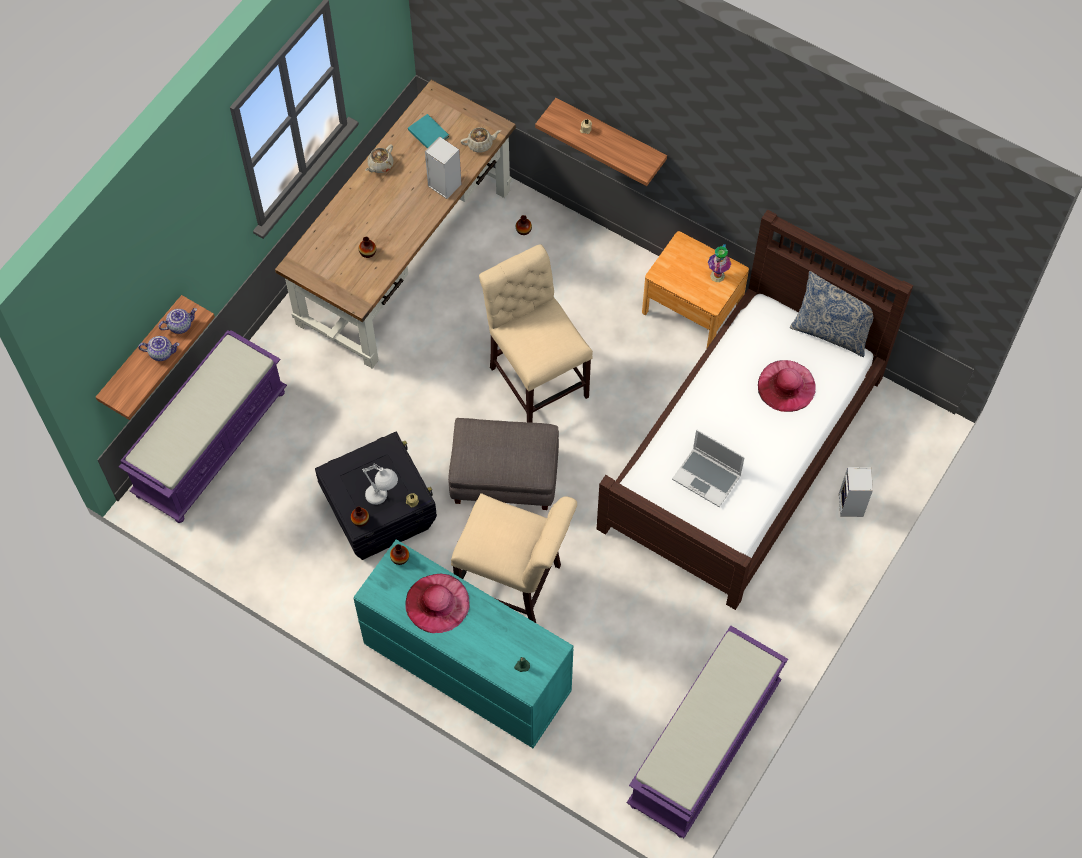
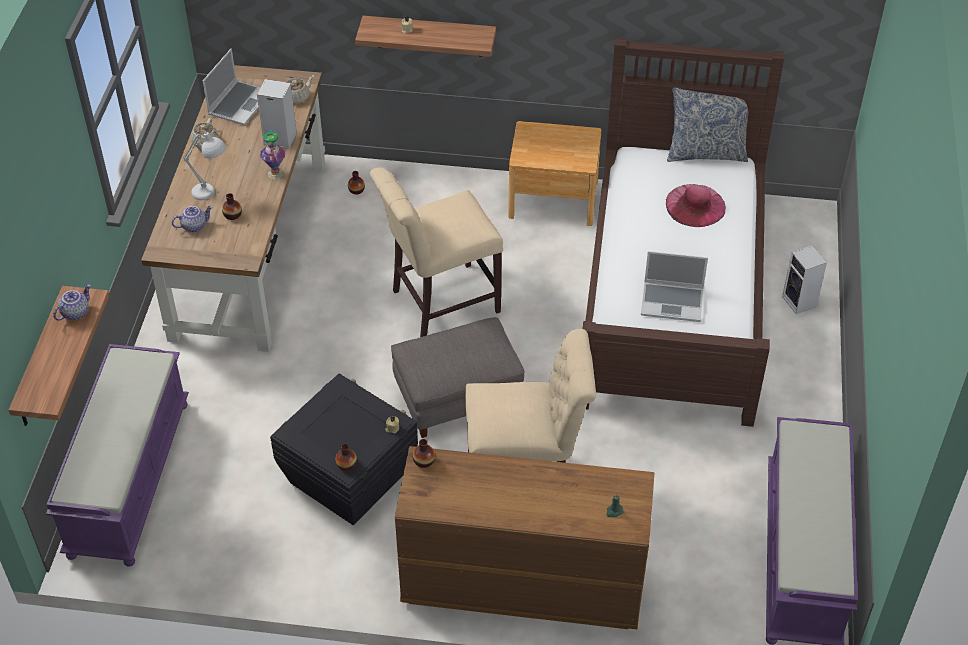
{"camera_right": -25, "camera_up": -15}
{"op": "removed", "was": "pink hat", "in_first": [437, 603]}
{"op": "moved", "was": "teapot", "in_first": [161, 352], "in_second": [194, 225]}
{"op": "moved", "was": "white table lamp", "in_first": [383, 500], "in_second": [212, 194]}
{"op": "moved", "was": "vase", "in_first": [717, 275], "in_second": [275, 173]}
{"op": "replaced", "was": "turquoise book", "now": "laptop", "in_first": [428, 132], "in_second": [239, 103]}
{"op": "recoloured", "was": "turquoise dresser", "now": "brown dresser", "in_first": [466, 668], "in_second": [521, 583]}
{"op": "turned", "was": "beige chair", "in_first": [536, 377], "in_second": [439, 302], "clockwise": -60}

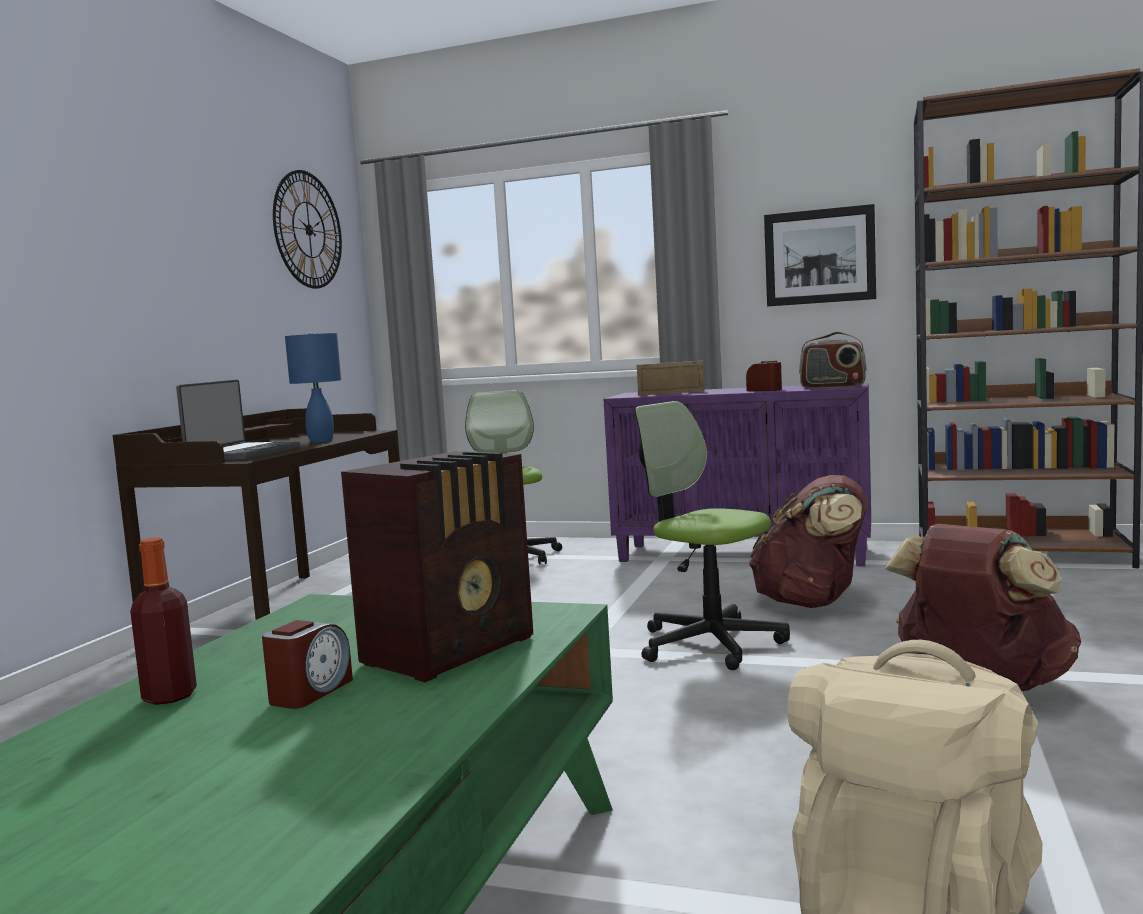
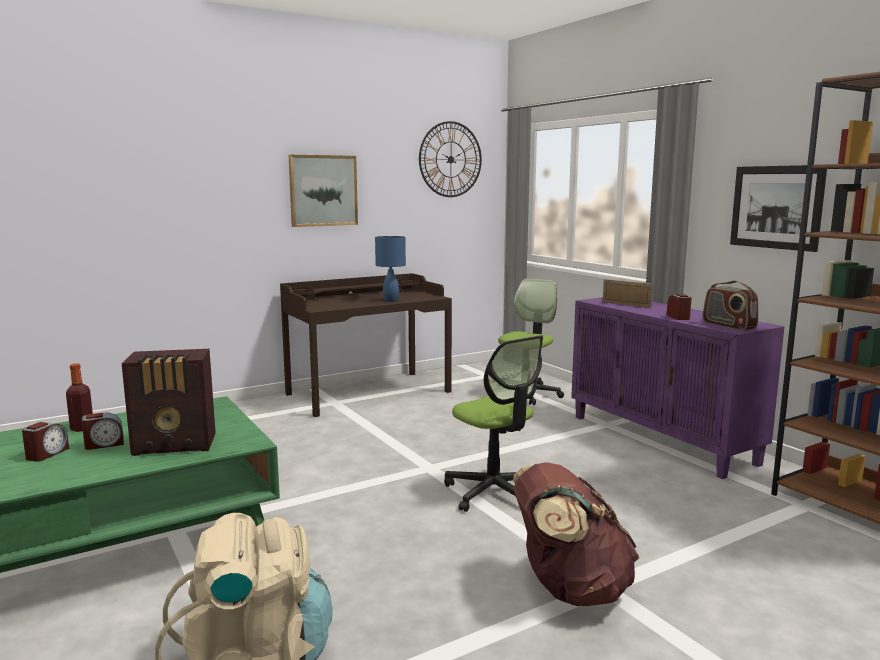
{"camera_right": 40, "camera_up": 5}
{"op": "removed", "was": "laptop", "in_first": [242, 454]}
{"op": "removed", "was": "brown backpack", "in_first": [812, 602]}
{"op": "added", "now": "alarm clock", "in_second": [47, 454]}
{"op": "added", "now": "picture", "in_second": [323, 190]}
{"op": "turned", "was": "office chair", "in_first": [710, 643], "in_second": [495, 492], "clockwise": 150}

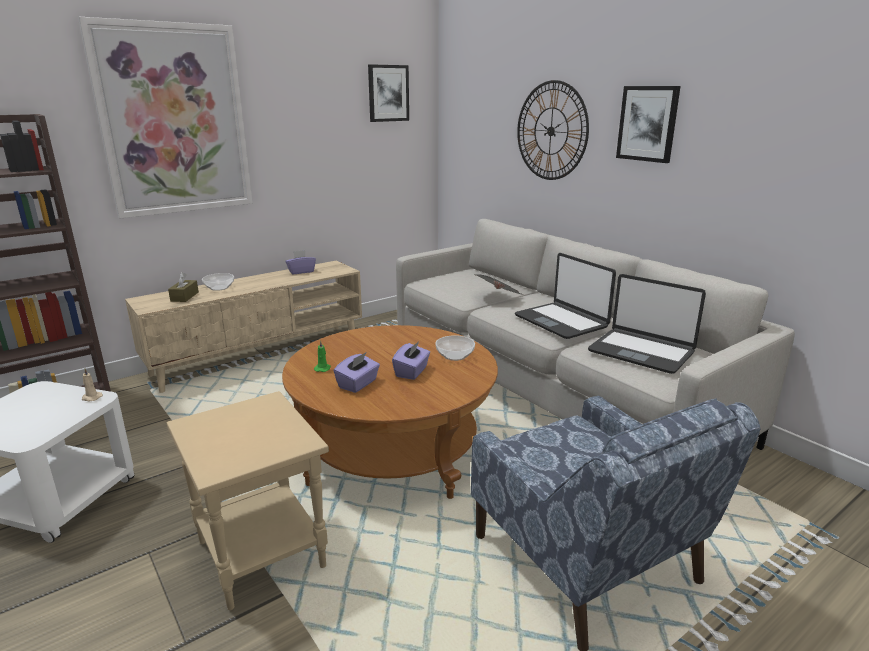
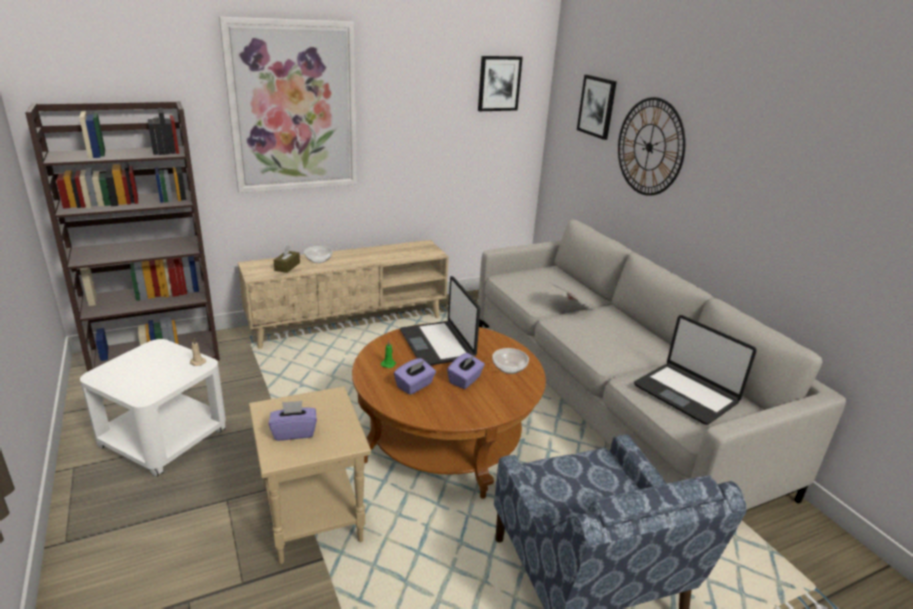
{"camera_right": 10, "camera_up": 5}
{"op": "moved", "was": "purple tissue box", "in_first": [301, 271], "in_second": [294, 432]}
{"op": "moved", "was": "laptop", "in_first": [561, 321], "in_second": [438, 344]}
{"op": "moved", "was": "picture", "in_first": [647, 123], "in_second": [597, 106]}

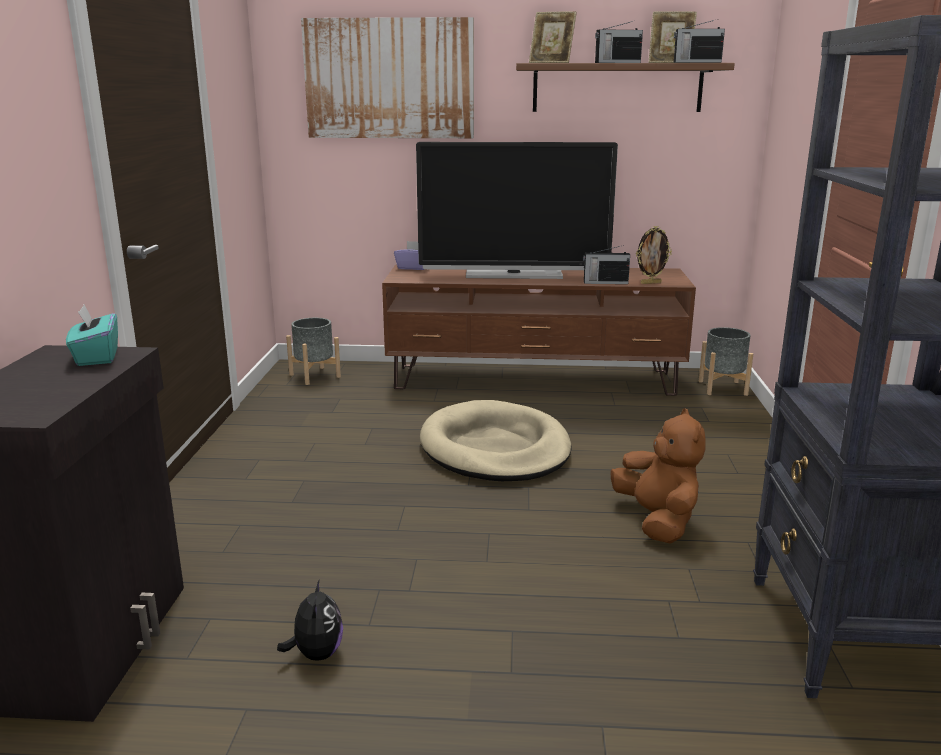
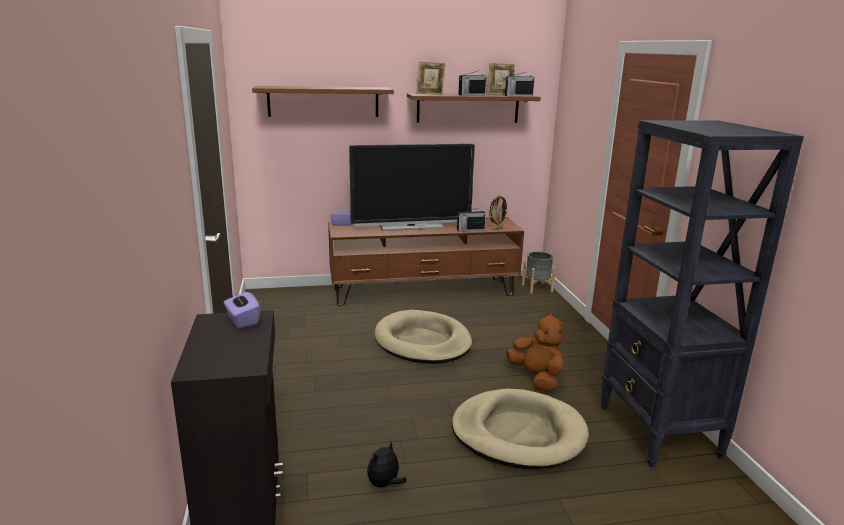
{"camera_right": -15, "camera_up": 0}
{"op": "removed", "was": "grey planter", "in_first": [314, 376]}
{"op": "added", "now": "beige dog bed", "in_second": [518, 433]}
{"op": "replaced", "was": "picture", "now": "brown shelf", "in_first": [389, 79], "in_second": [323, 101]}
{"op": "recoloured", "was": "turquoise tissue box", "now": "purple tissue box", "in_first": [96, 357], "in_second": [242, 321]}
{"op": "turned", "was": "plush toy", "in_first": [316, 654], "in_second": [384, 484], "clockwise": -120}

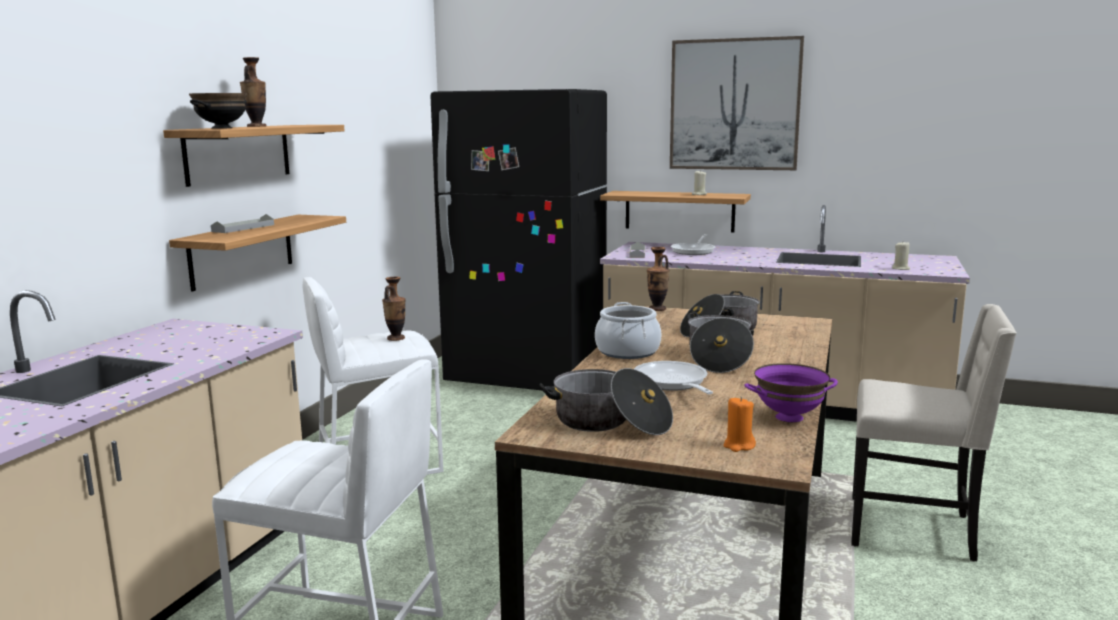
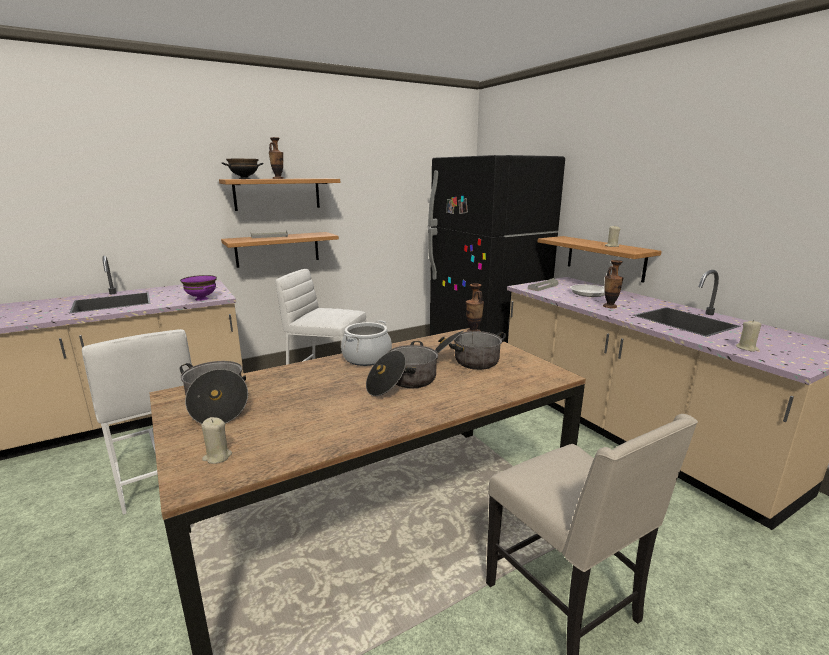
{"camera_right": 40, "camera_up": 5}
{"op": "removed", "was": "frying pan", "in_first": [672, 383]}
{"op": "removed", "was": "picture", "in_first": [734, 105]}
{"op": "moved", "was": "vase", "in_first": [396, 338], "in_second": [610, 306]}
{"op": "moved", "was": "purple bowl", "in_first": [789, 417], "in_second": [201, 299]}
{"op": "recoloured", "was": "orange candle", "now": "beige candle", "in_first": [738, 446], "in_second": [217, 457]}

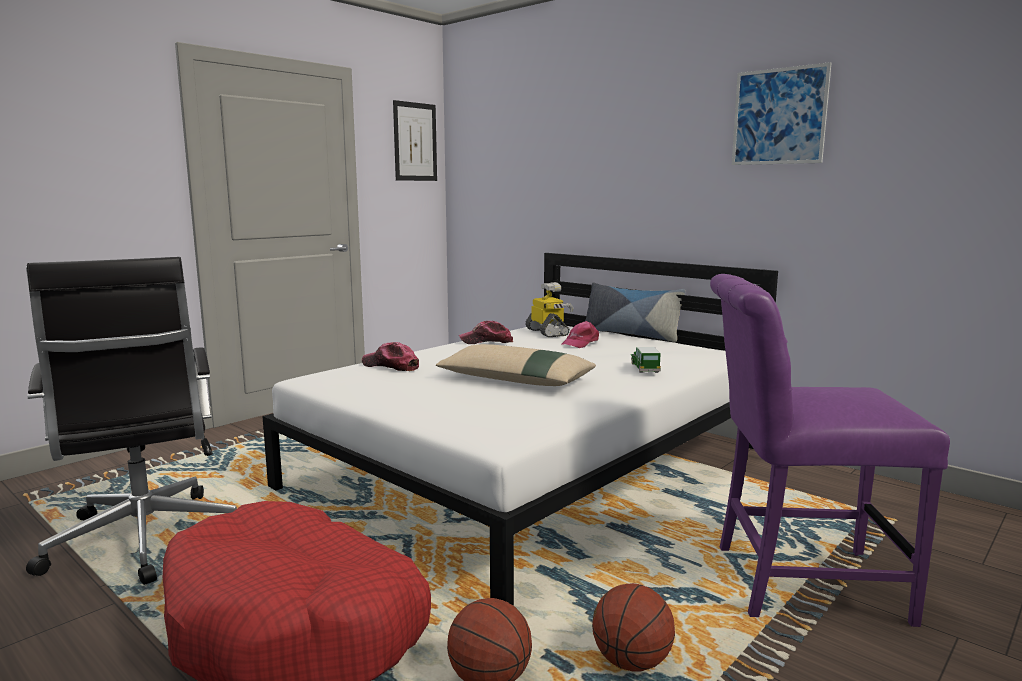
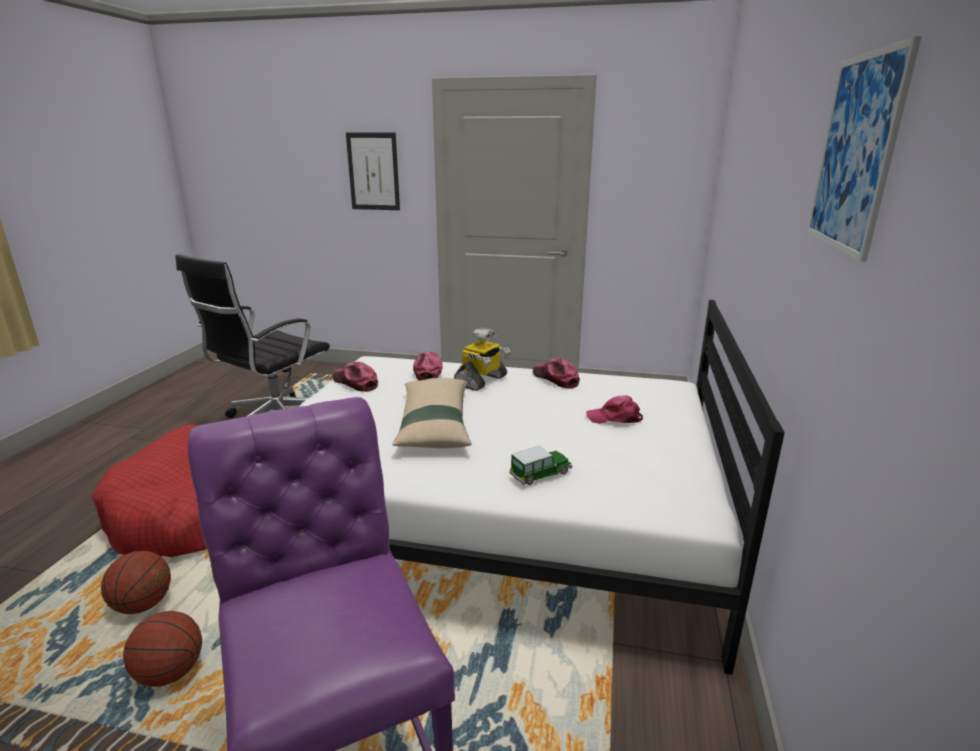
{"camera_right": 60, "camera_up": 10}
{"op": "removed", "was": "pillow", "in_first": [631, 334]}
{"op": "added", "now": "cap", "in_second": [355, 383]}
{"op": "moved", "was": "picture", "in_first": [415, 142], "in_second": [373, 171]}
{"op": "moved", "was": "toy robot", "in_first": [548, 332], "in_second": [481, 381]}

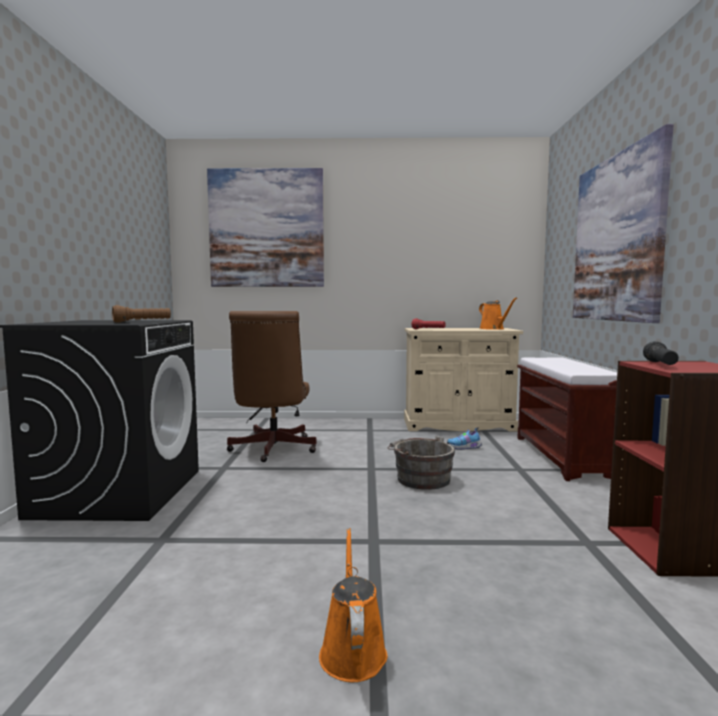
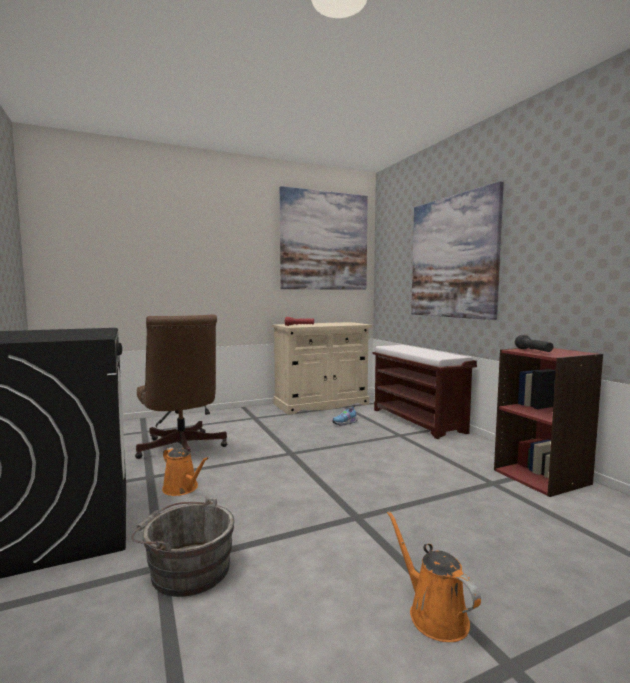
{"camera_right": -25, "camera_up": 0}
{"op": "removed", "was": "brown flashlight", "in_first": [142, 322]}
{"op": "moved", "was": "picture", "in_first": [266, 228], "in_second": [324, 241]}
{"op": "moved", "was": "grey bucket", "in_first": [420, 479], "in_second": [186, 569]}
{"op": "moved", "was": "orange watering can", "in_first": [493, 329], "in_second": [182, 488]}

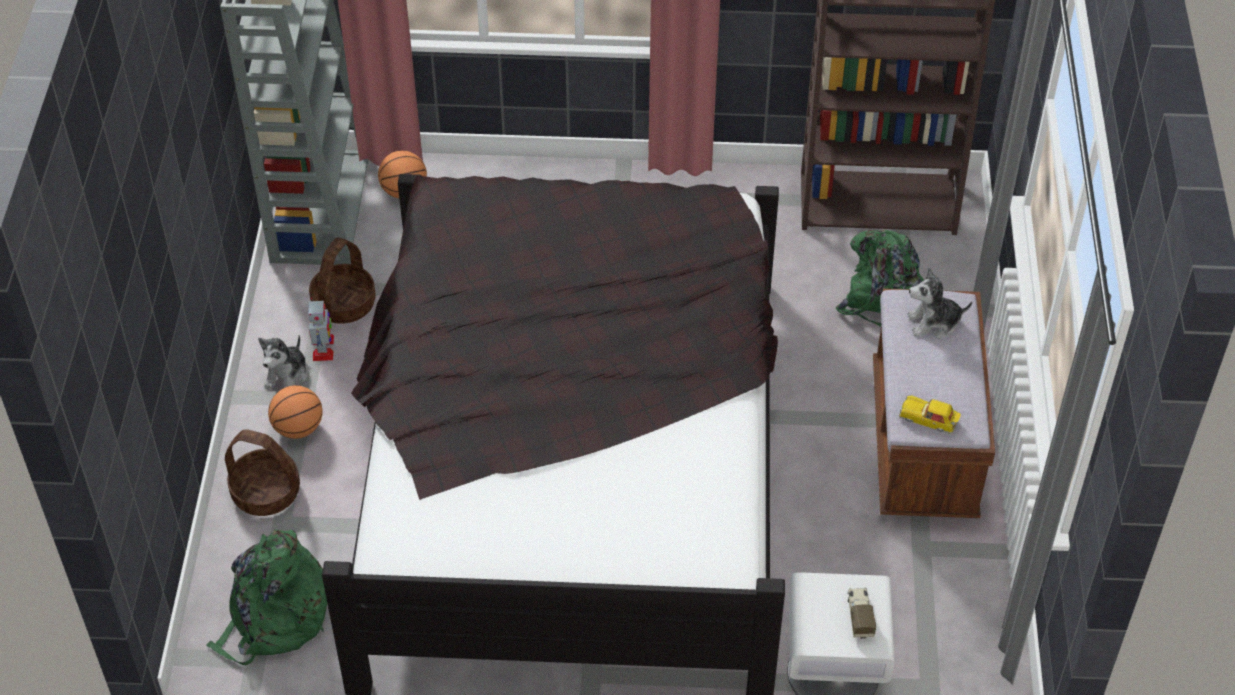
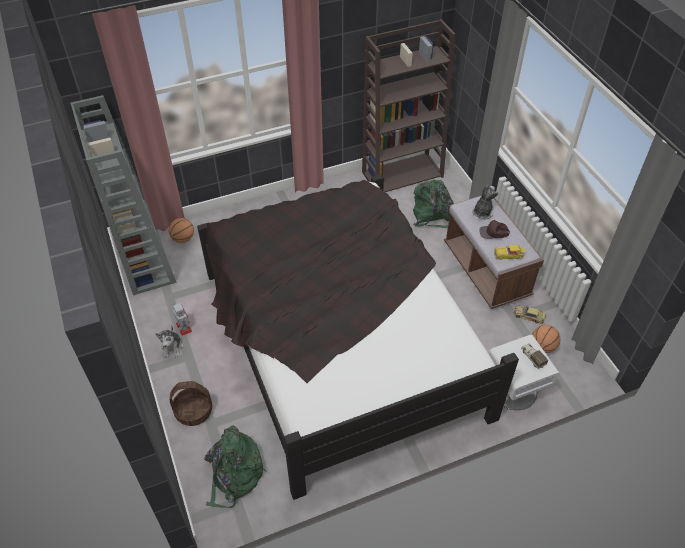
{"camera_right": -25, "camera_up": 0}
{"op": "removed", "was": "basket", "in_first": [344, 303]}
{"op": "added", "now": "brown cap", "in_second": [494, 233]}
{"op": "added", "now": "toy car", "in_second": [528, 315]}
{"op": "moved", "was": "basketball", "in_first": [298, 428], "in_second": [542, 347]}
{"op": "turned", "was": "plush toy", "in_first": [934, 323], "in_second": [482, 212], "clockwise": 150}

